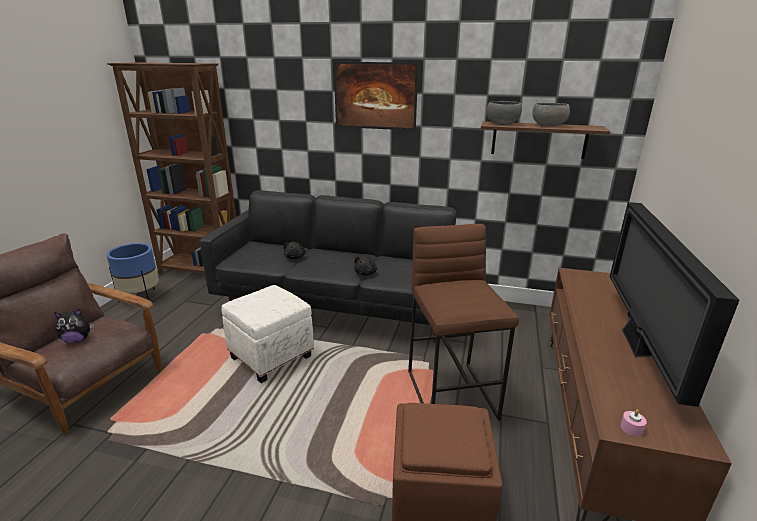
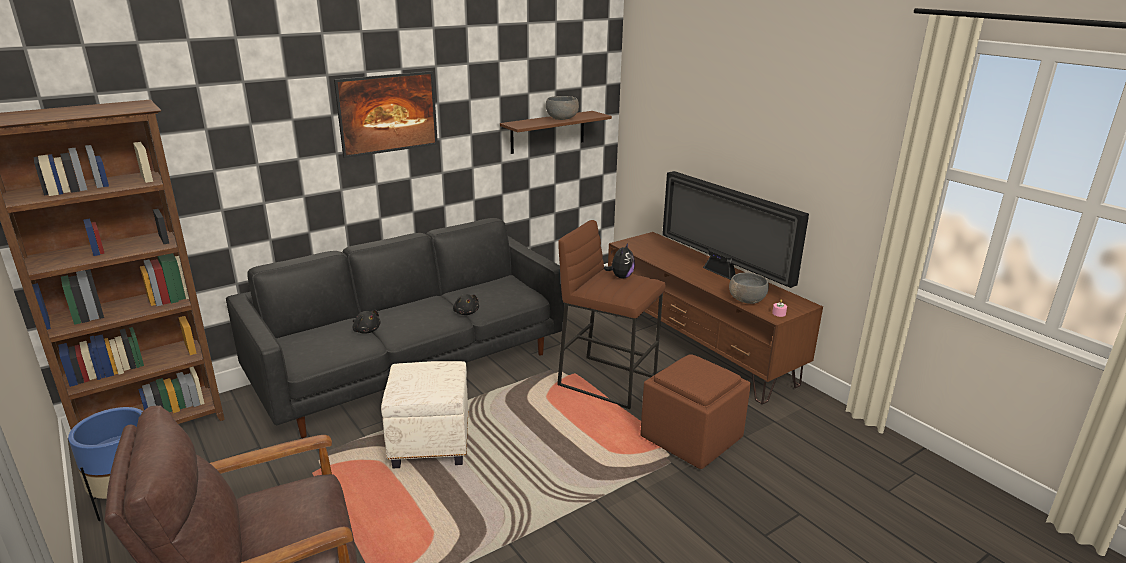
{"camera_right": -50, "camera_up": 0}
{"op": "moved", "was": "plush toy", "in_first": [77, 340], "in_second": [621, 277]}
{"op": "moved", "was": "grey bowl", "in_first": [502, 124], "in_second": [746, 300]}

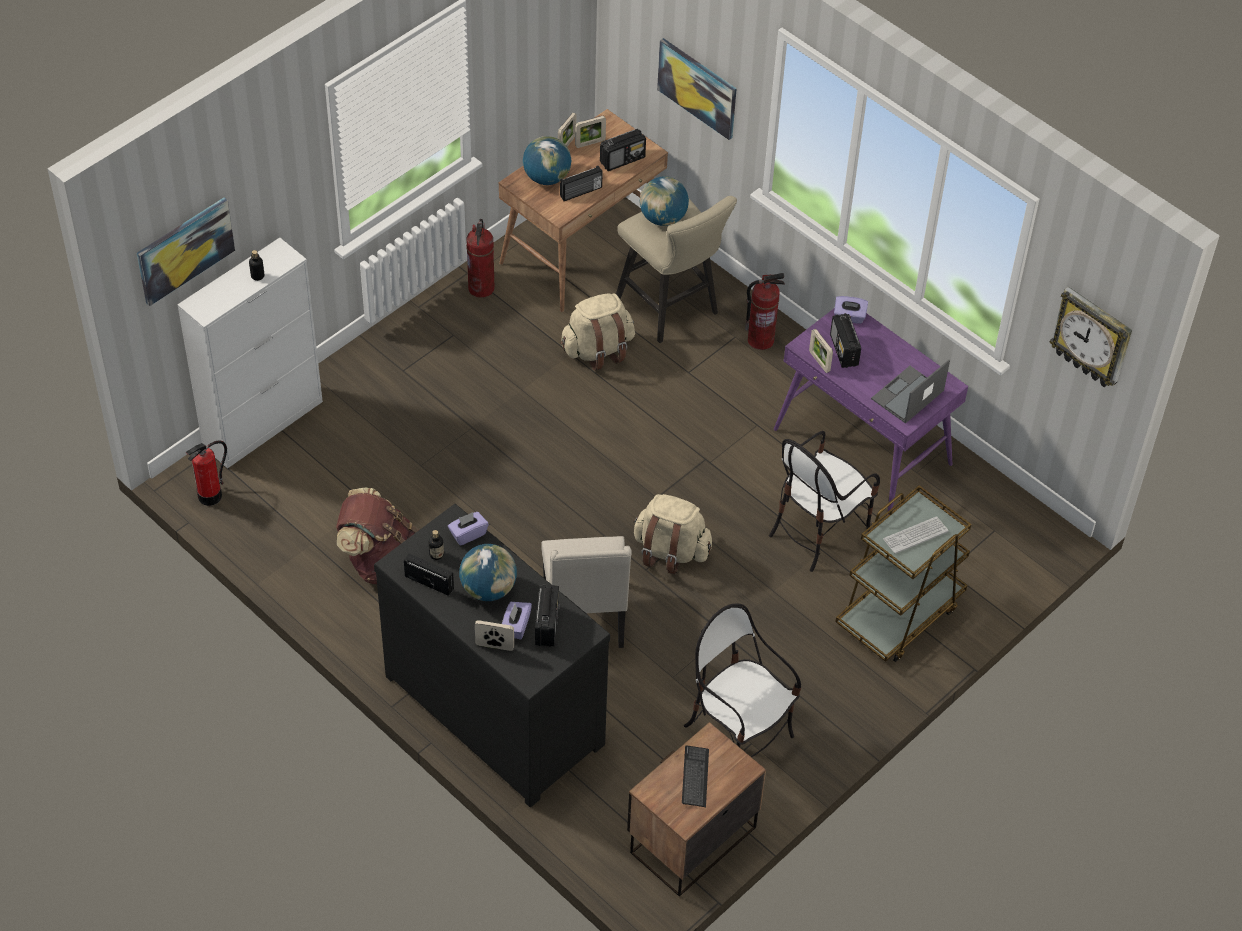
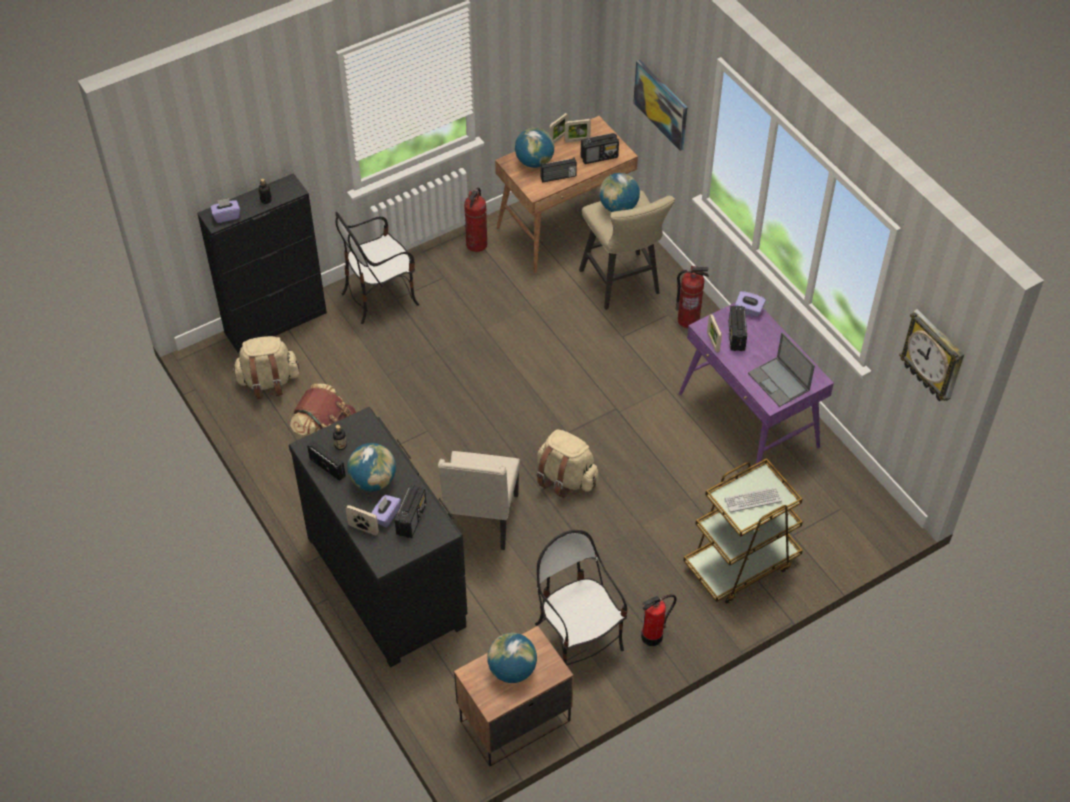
{"camera_right": 15, "camera_up": 0}
{"op": "removed", "was": "picture", "in_first": [185, 250]}
{"op": "moved", "was": "fire extinguisher", "in_first": [210, 496], "in_second": [652, 636]}
{"op": "moved", "was": "purple tissue box", "in_first": [468, 534], "in_second": [226, 216]}
{"op": "moved", "was": "beige backpack", "in_first": [598, 350], "in_second": [268, 382]}
{"op": "moved", "was": "chair", "in_first": [818, 530], "in_second": [380, 296]}
{"op": "replaced", "was": "keyboard", "now": "globe", "in_first": [695, 777], "in_second": [512, 670]}
{"op": "recoloured", "was": "white cabinet", "now": "black cabinet", "in_first": [263, 423], "in_second": [276, 322]}
{"op": "turned", "was": "laptop", "in_first": [907, 395], "in_second": [779, 382], "clockwise": -90}

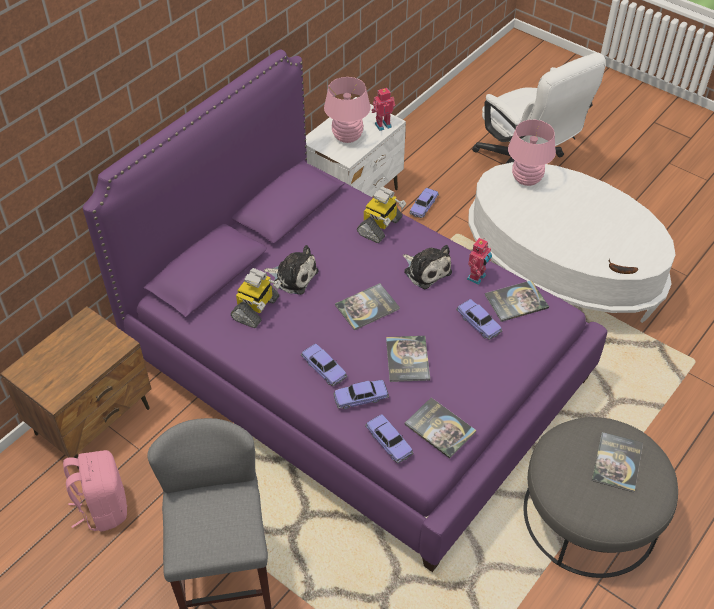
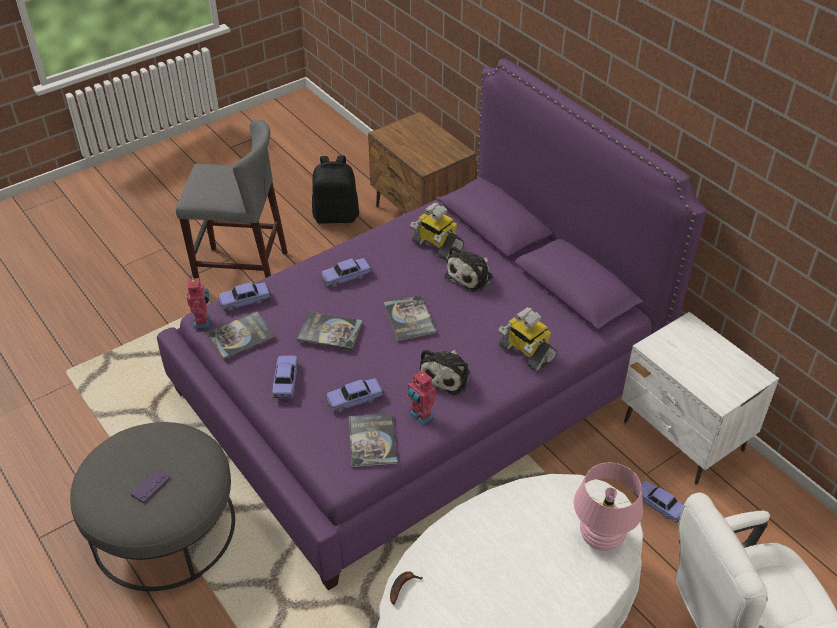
{"camera_right": 105, "camera_up": -5}
{"op": "removed", "was": "pink table lamp", "in_first": [347, 137]}
{"op": "moved", "was": "toy car", "in_first": [360, 398], "in_second": [285, 381]}
{"op": "moved", "was": "toy robot", "in_first": [382, 125], "in_second": [203, 321]}
{"op": "replaced", "was": "book", "now": "purple game controller", "in_first": [617, 462], "in_second": [151, 486]}
{"op": "recoloured", "was": "pink backpack", "now": "black backpack", "in_first": [103, 507], "in_second": [336, 216]}
{"op": "turned", "was": "plush toy", "in_first": [426, 270], "in_second": [446, 375], "clockwise": -45}

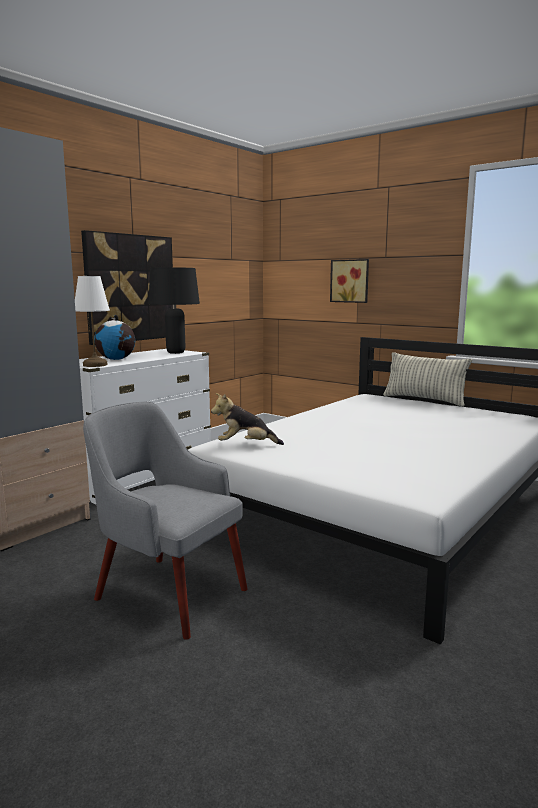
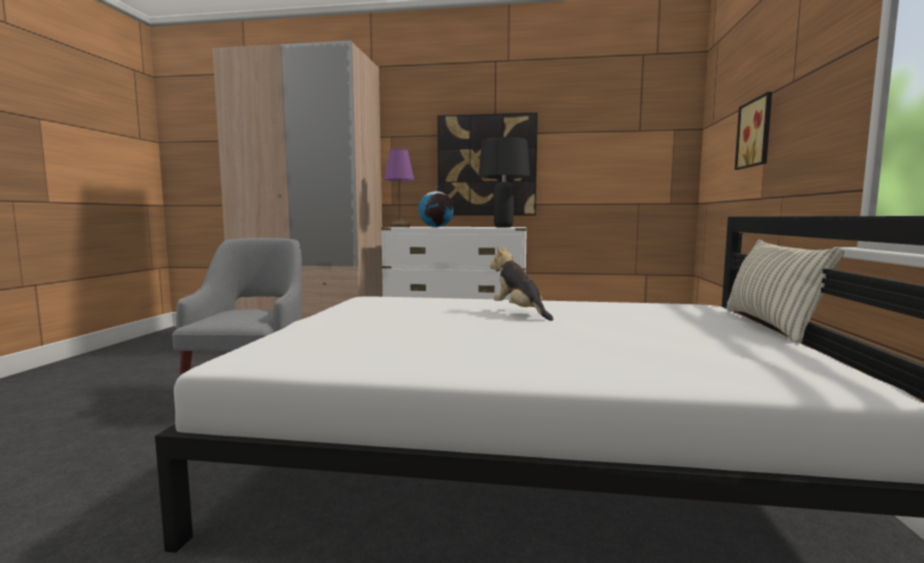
{"camera_right": 60, "camera_up": -5}
{"op": "moved", "was": "plush toy", "in_first": [246, 445], "in_second": [520, 312]}
{"op": "recoloured", "was": "white table lamp", "now": "purple table lamp", "in_first": [95, 365], "in_second": [400, 227]}

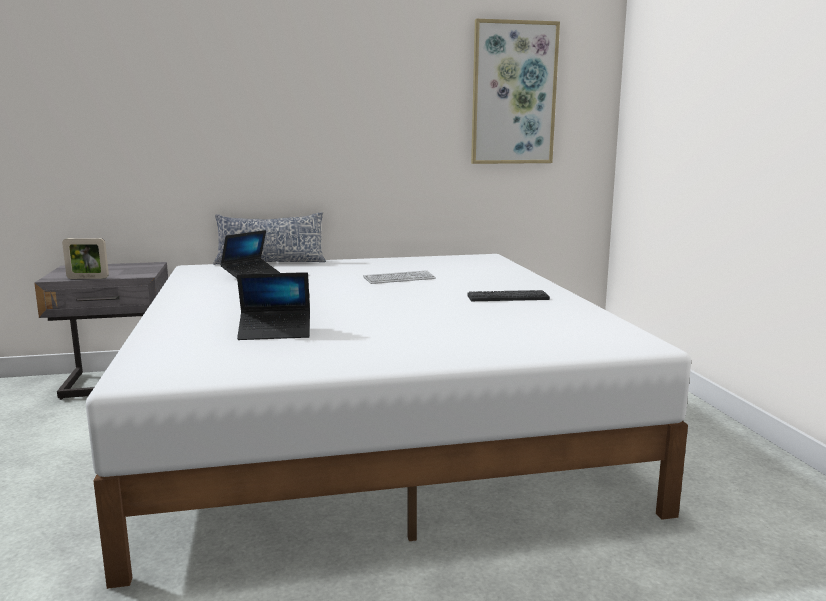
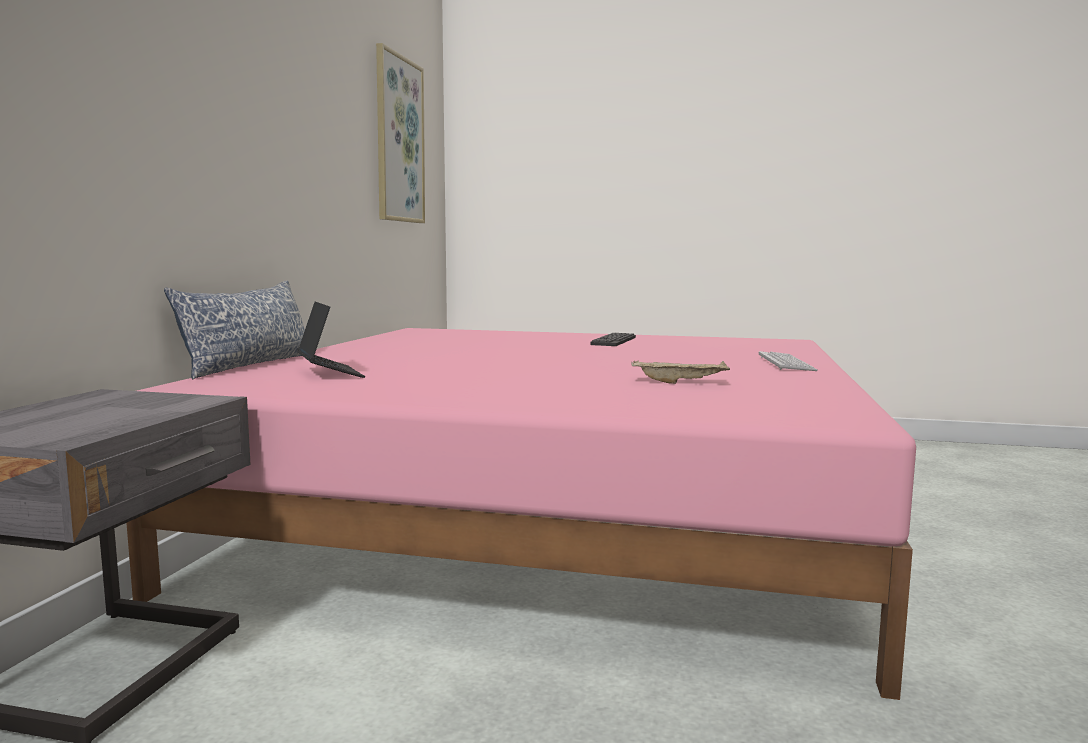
{"camera_right": -65, "camera_up": -5}
{"op": "removed", "was": "picture frame", "in_first": [88, 278]}
{"op": "moved", "was": "keyboard", "in_first": [399, 279], "in_second": [786, 363]}
{"op": "replaced", "was": "laptop", "now": "beige tray", "in_first": [275, 332], "in_second": [681, 382]}
{"op": "recoloured", "was": "white bed", "now": "pink bed", "in_first": [372, 424], "in_second": [553, 519]}

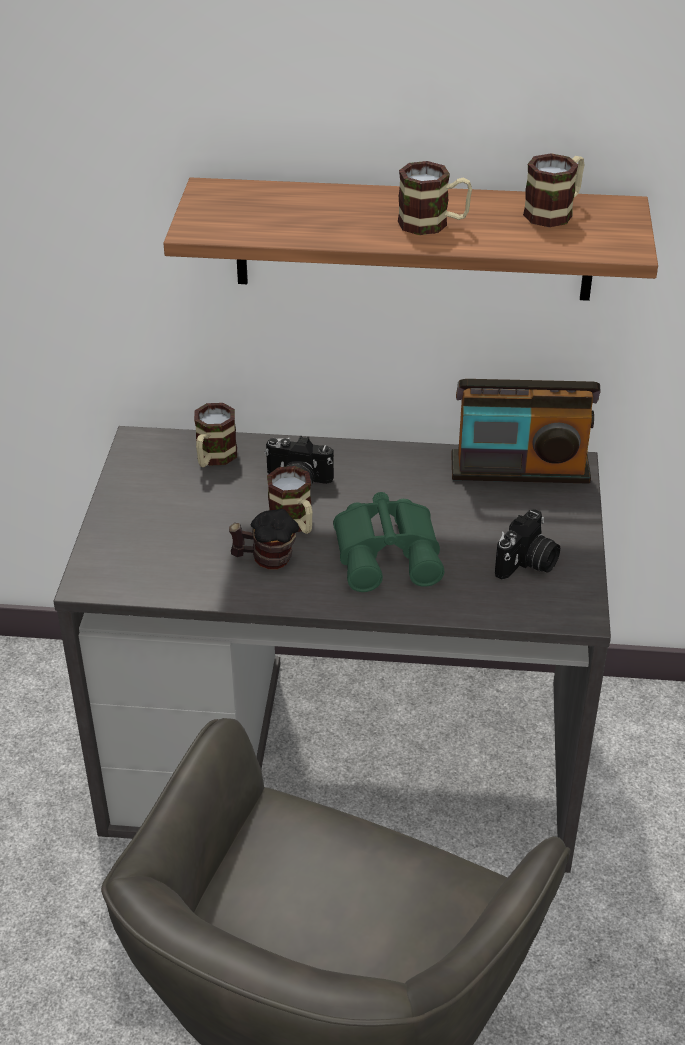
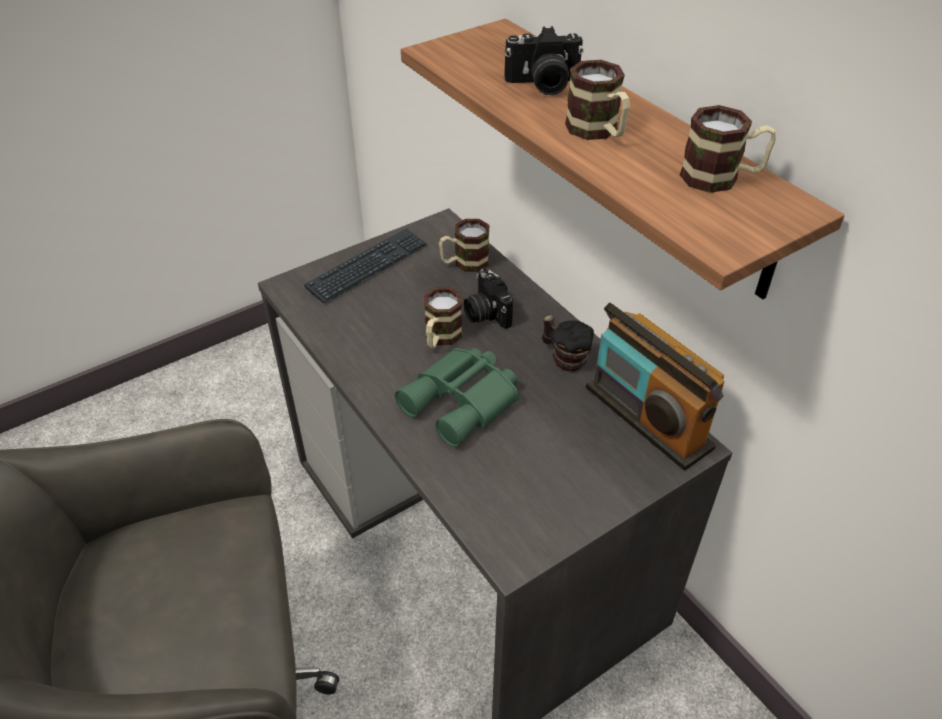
{"camera_right": 50, "camera_up": 5}
{"op": "added", "now": "keyboard", "in_second": [368, 267]}
{"op": "moved", "was": "mug", "in_first": [265, 559], "in_second": [564, 358]}
{"op": "moved", "was": "photo camera", "in_first": [527, 564], "in_second": [543, 85]}

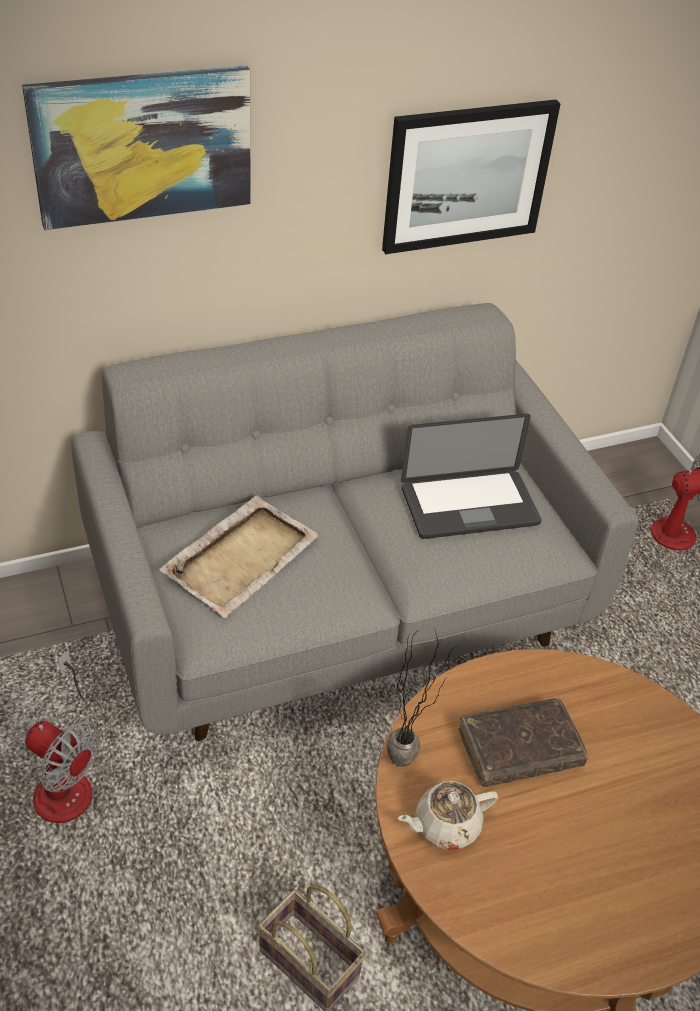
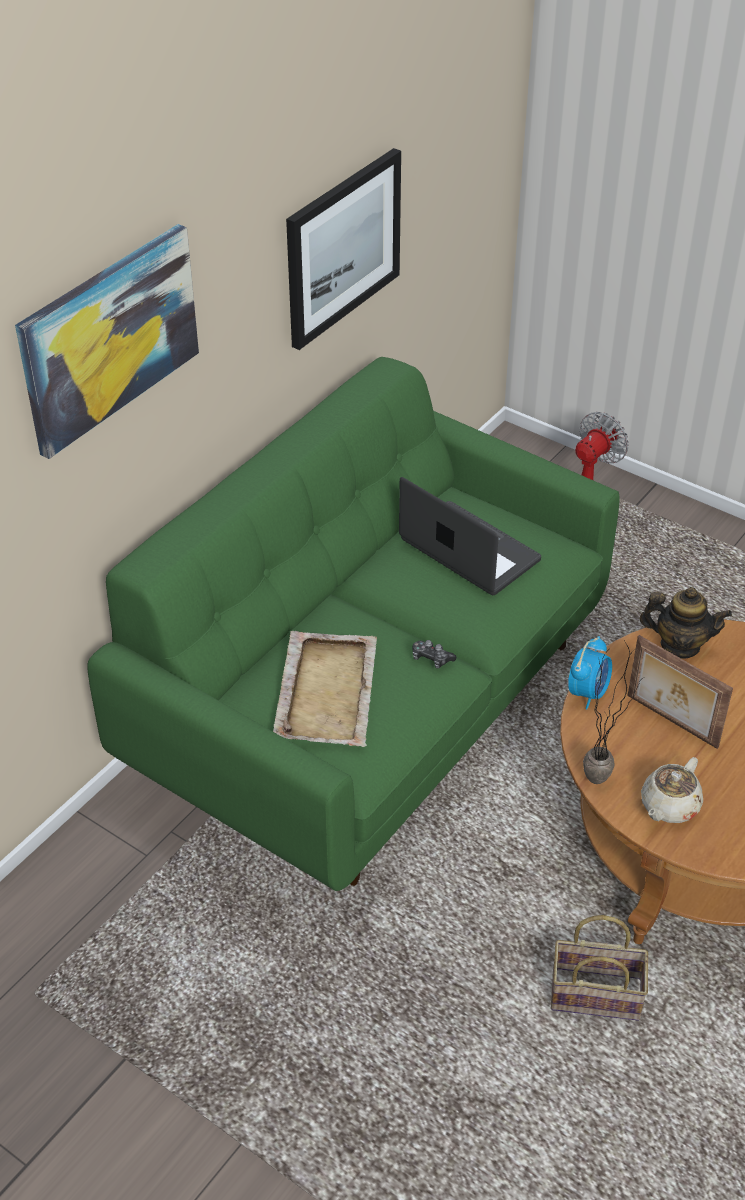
{"camera_right": -30, "camera_up": 0}
{"op": "removed", "was": "fan", "in_first": [65, 778]}
{"op": "added", "now": "game controller", "in_second": [431, 658]}
{"op": "added", "now": "alarm clock", "in_second": [588, 692]}
{"op": "added", "now": "teapot", "in_second": [679, 645]}
{"op": "replaced", "was": "brown book", "now": "picture frame", "in_first": [519, 750], "in_second": [671, 722]}
{"op": "recoloured", "was": "grey sofa", "now": "green sofa", "in_first": [341, 606], "in_second": [372, 706]}
{"op": "turned", "was": "laptop", "in_first": [469, 506], "in_second": [469, 550], "clockwise": -90}

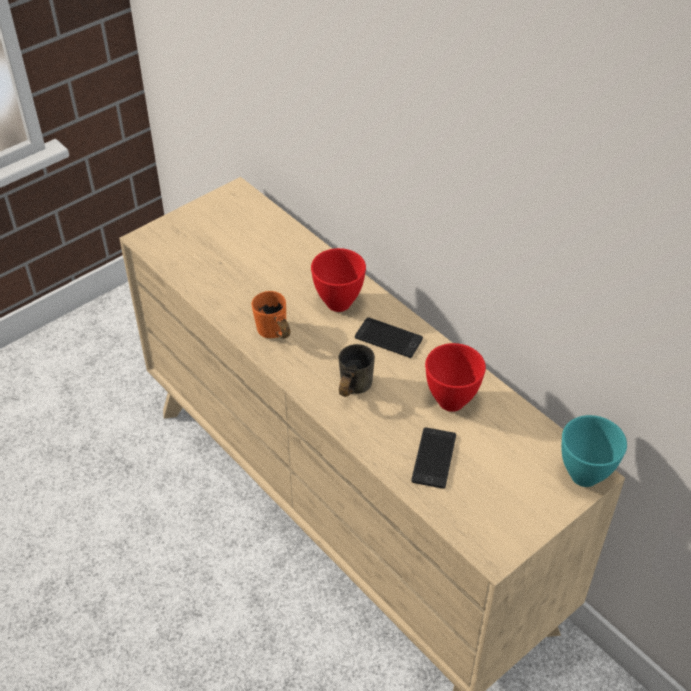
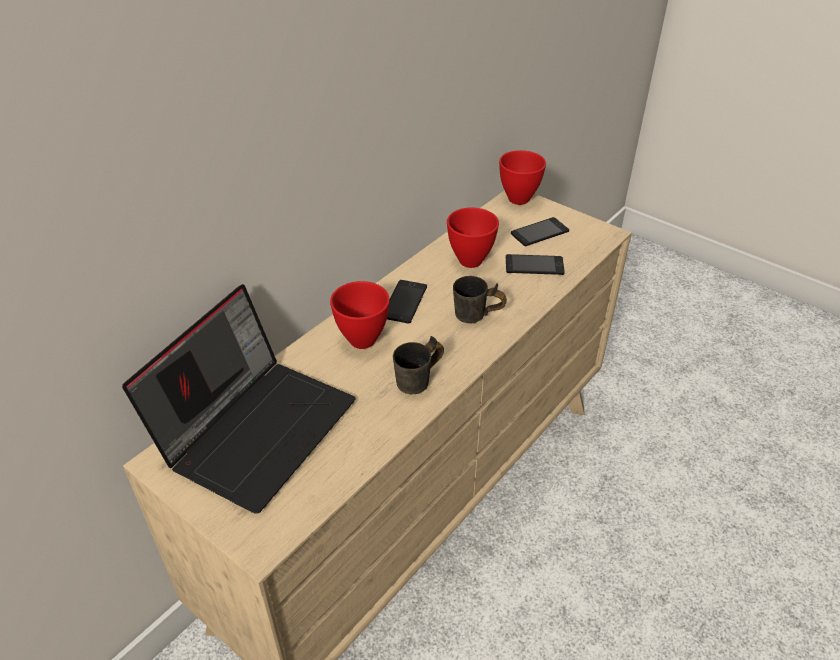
{"camera_right": -100, "camera_up": -5}
{"op": "added", "now": "laptop", "in_second": [257, 427]}
{"op": "added", "now": "phone", "in_second": [539, 232]}
{"op": "recoloured", "was": "orange mug", "now": "grey mug", "in_first": [271, 335], "in_second": [421, 383]}
{"op": "recoloured", "was": "turquoise bowl", "now": "red bowl", "in_first": [585, 474], "in_second": [517, 199]}

